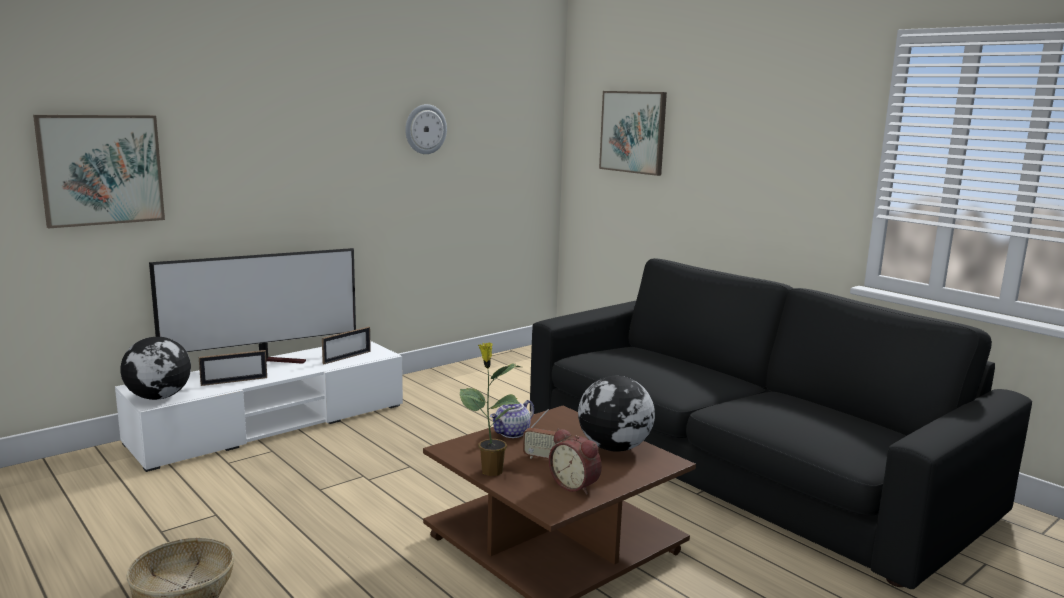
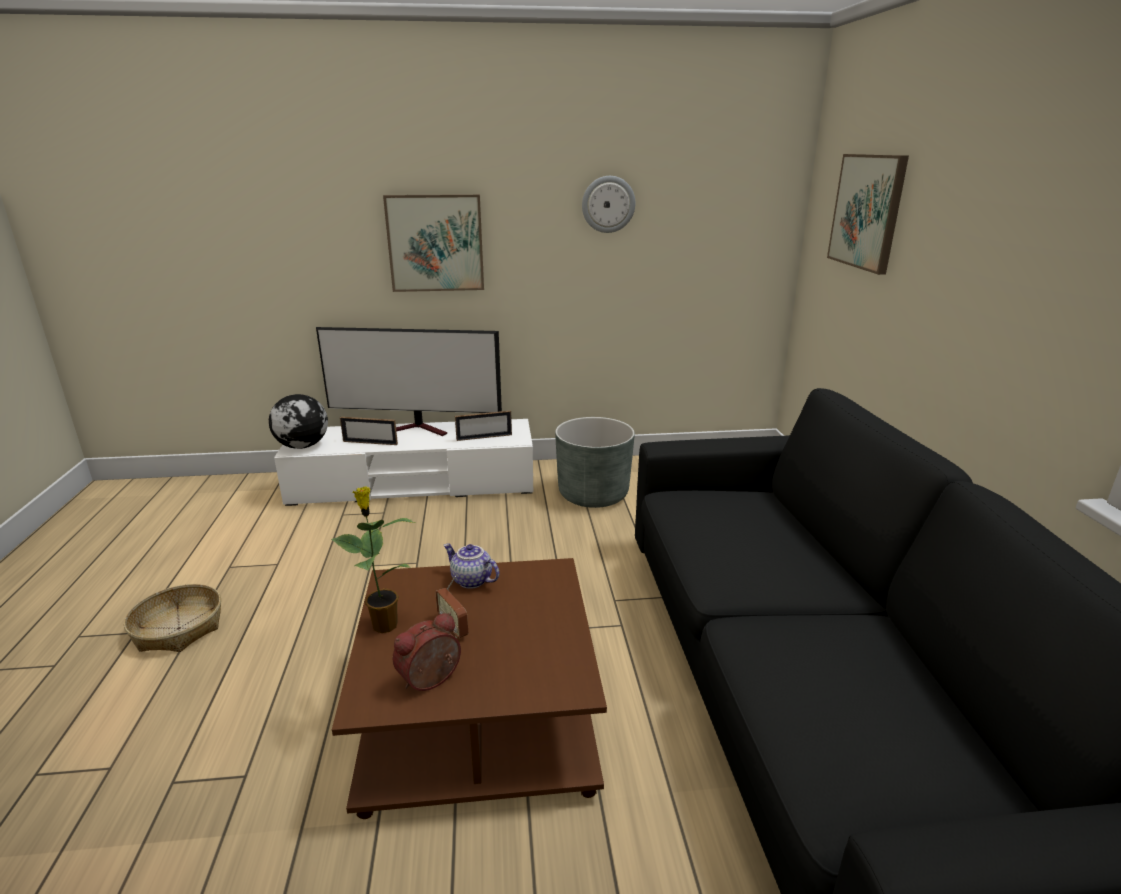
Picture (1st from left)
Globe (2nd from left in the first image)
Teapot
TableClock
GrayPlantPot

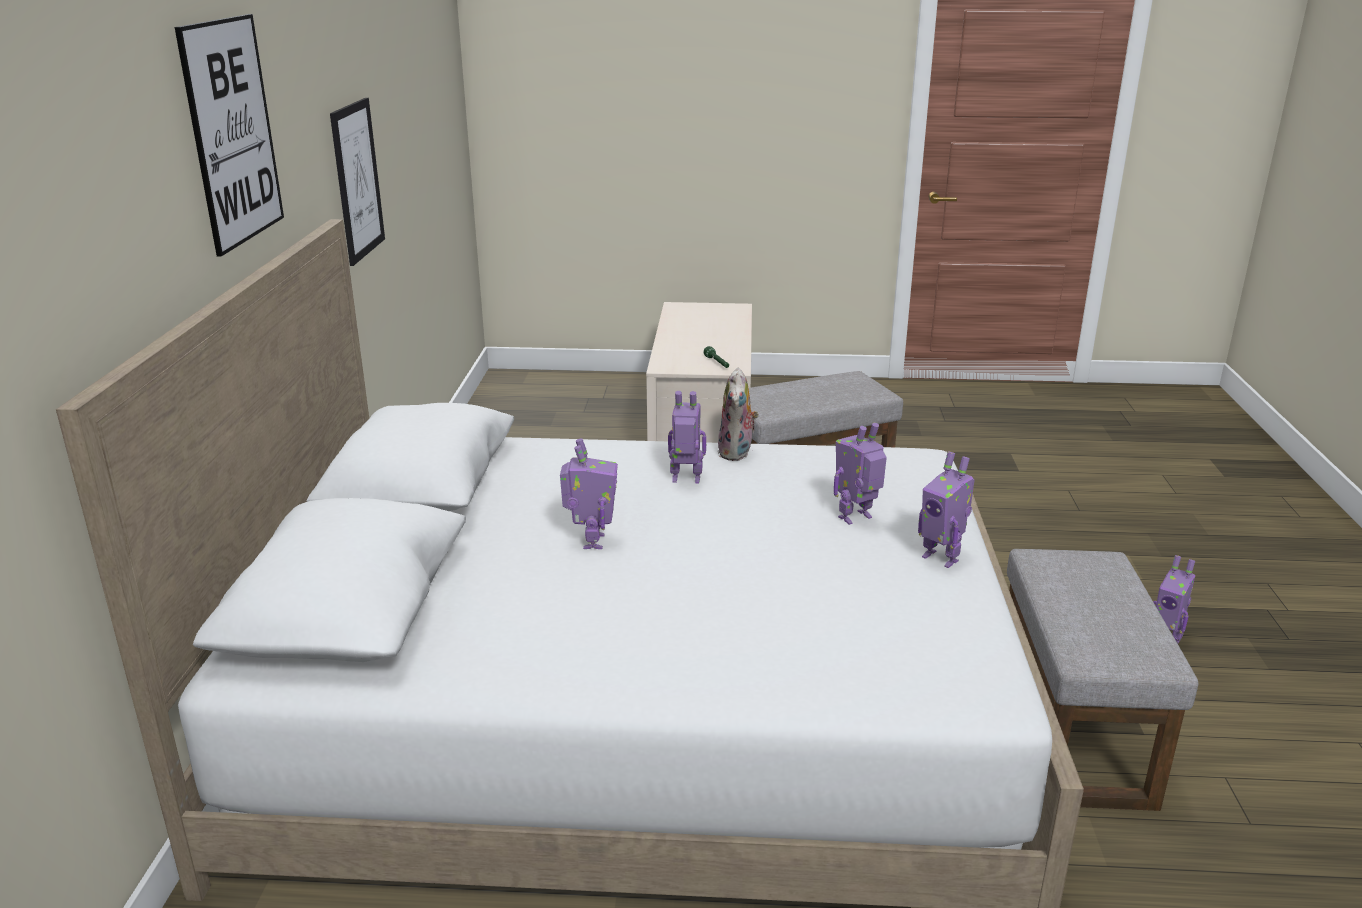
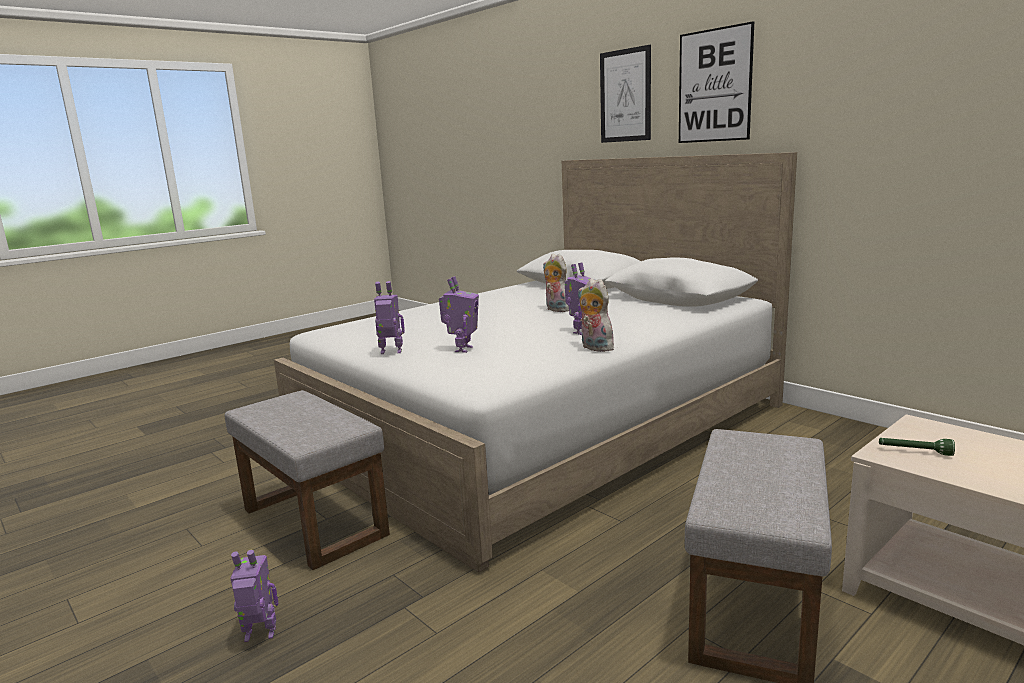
Picture (1st from left)
SoftToy (1st from left)

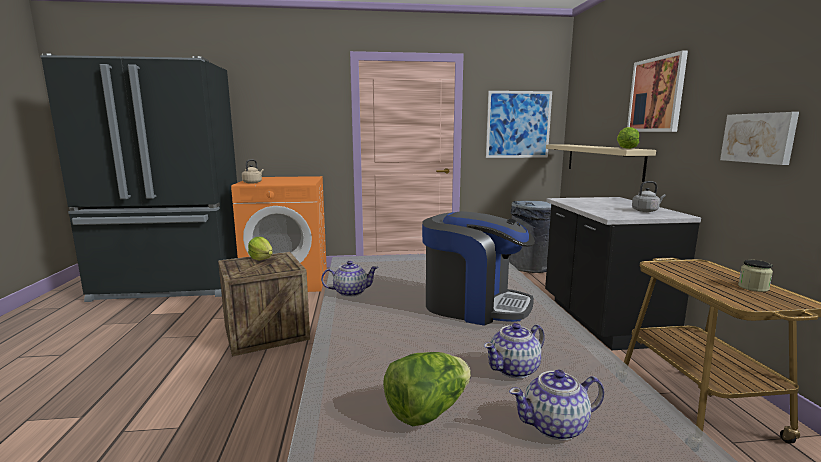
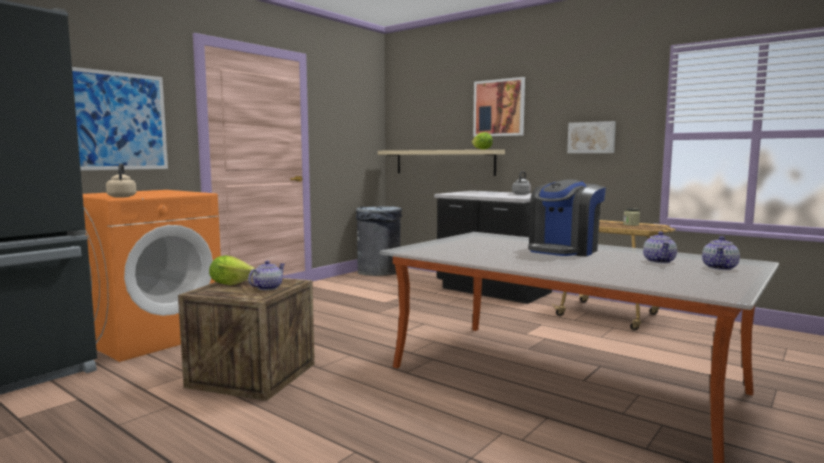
Picture (1st from left)
CoffeeBrewer
Teapot (1st from left)
Lettuce (2nd from left in the first image)

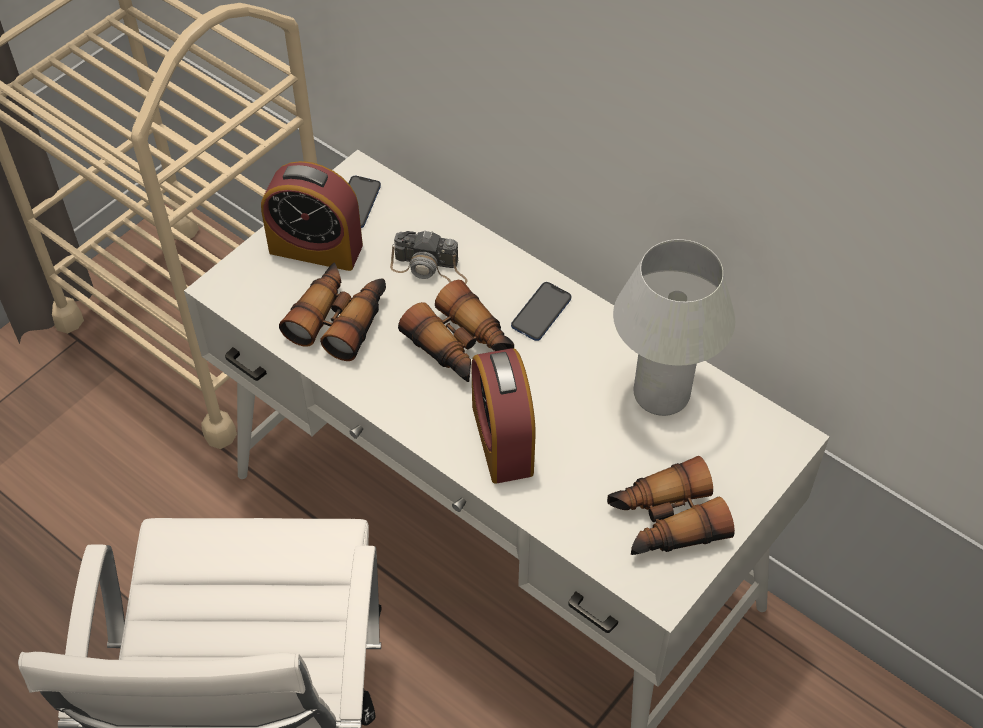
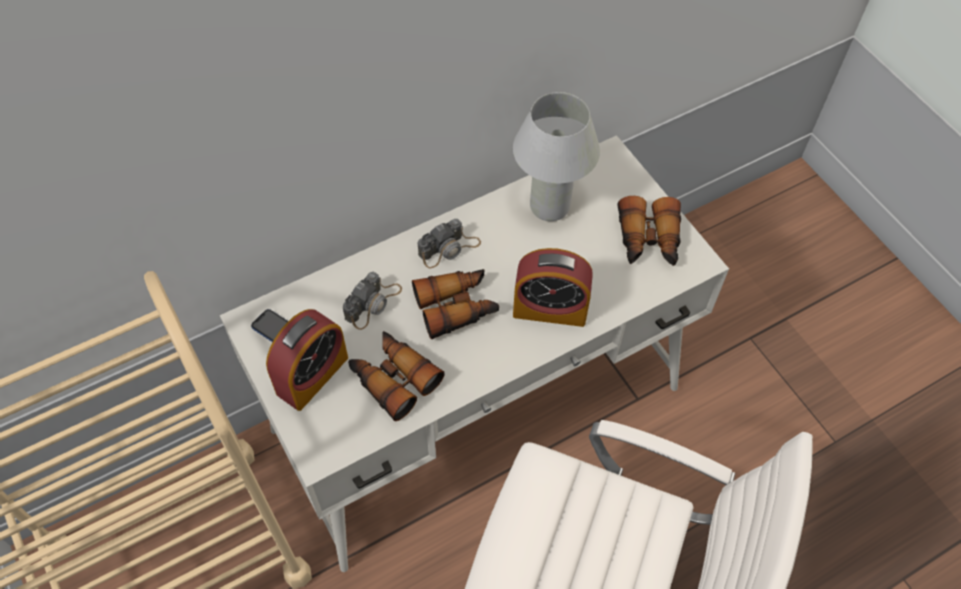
StillCamera (2nd from left)

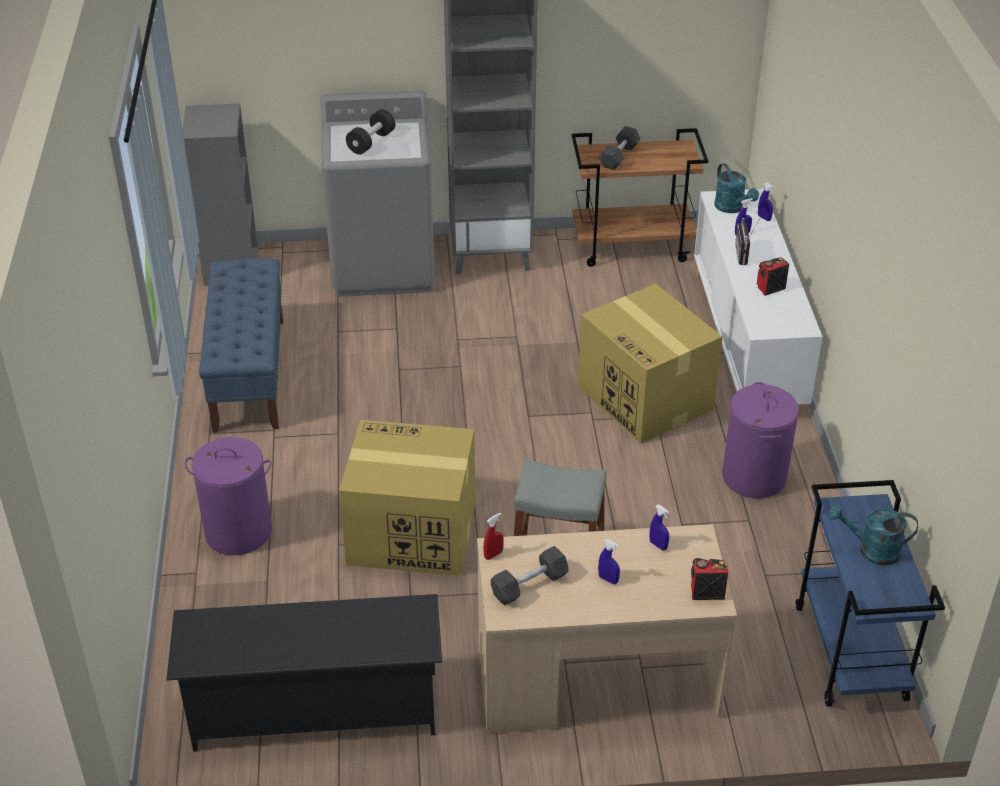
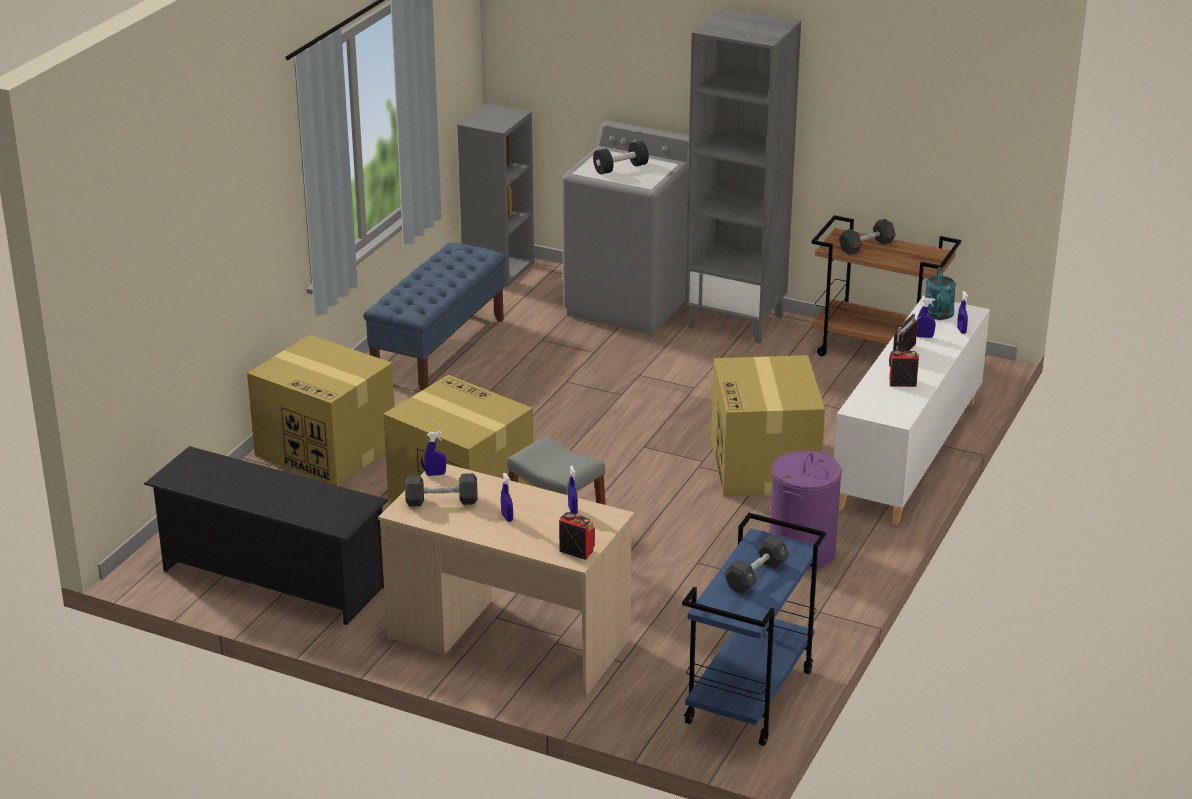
Carton (1st from left)
BlackDumbbell (3rd from left)
BluishHandSprayer (1st from left)

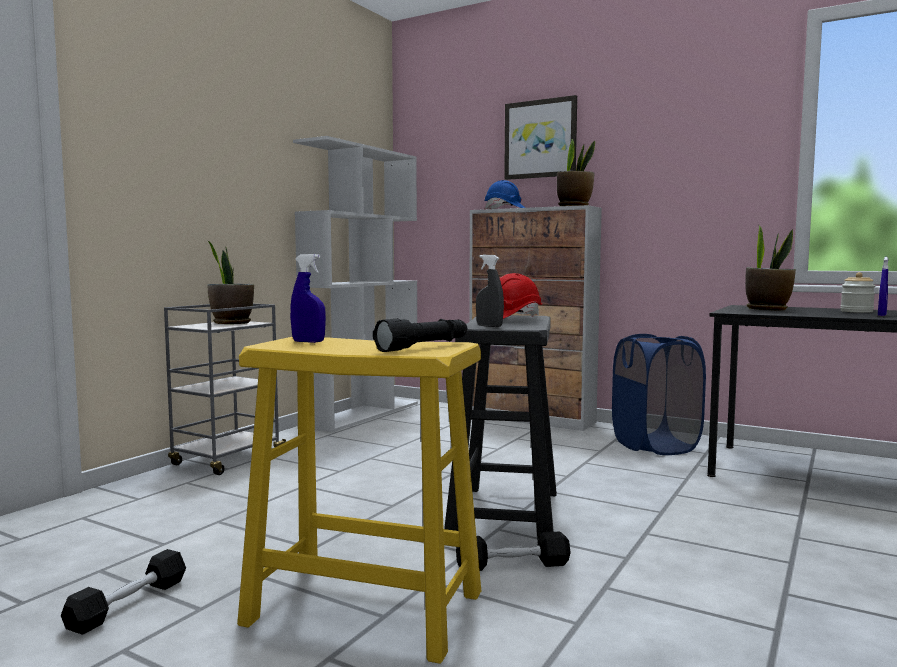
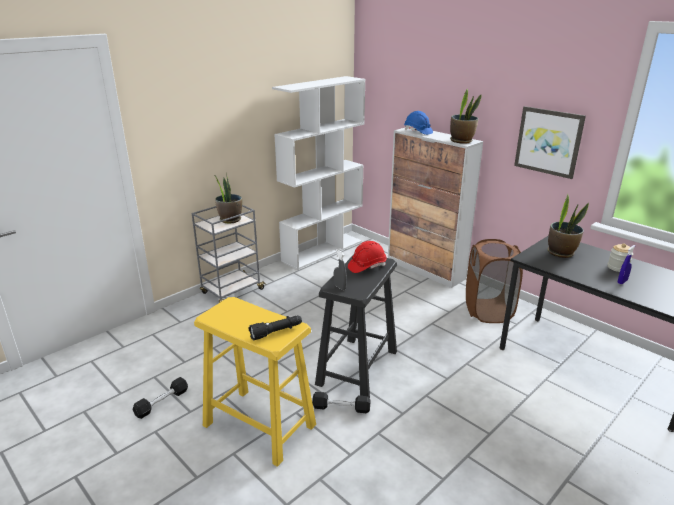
Picture
BluishHandSprayer (1st from left in the first image)
BrownishLaundryBasket

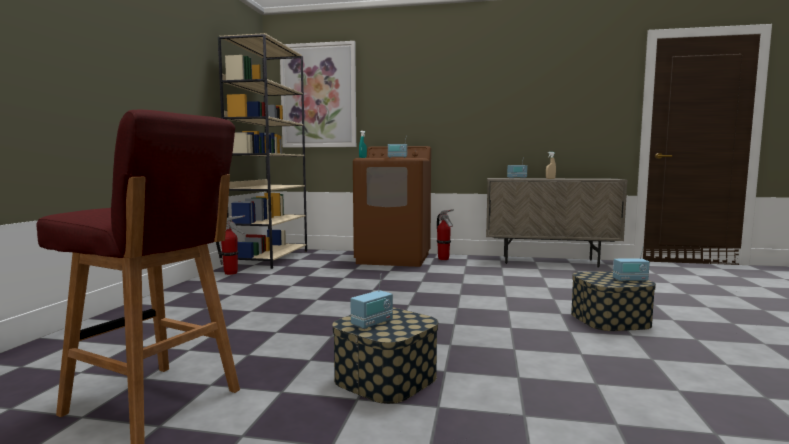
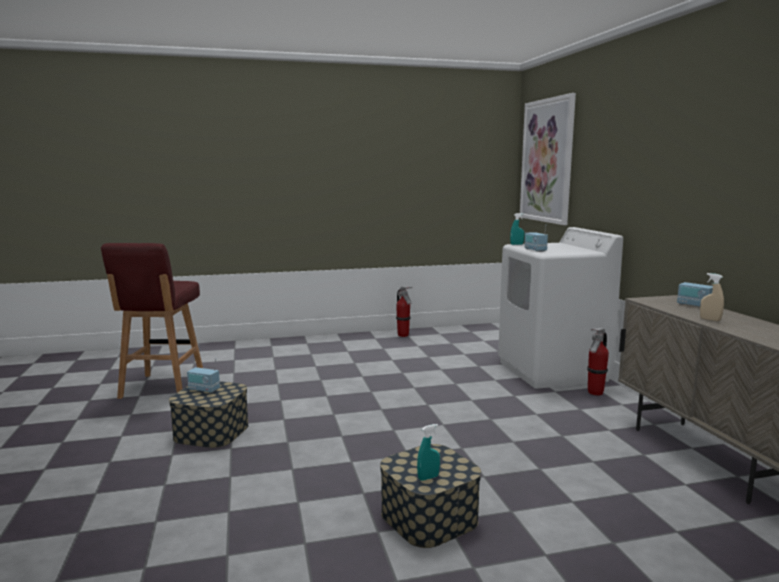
BeigeShelvingUnit
WhitishLaundryAppliance
TurquoiseColouredHandSprayer (1st from left)

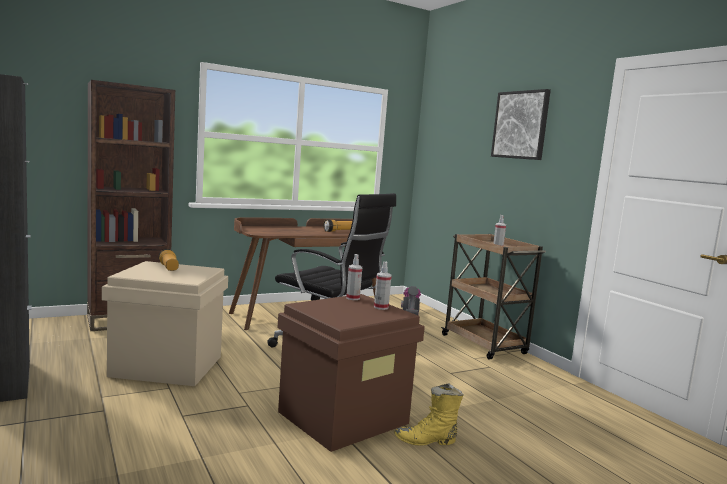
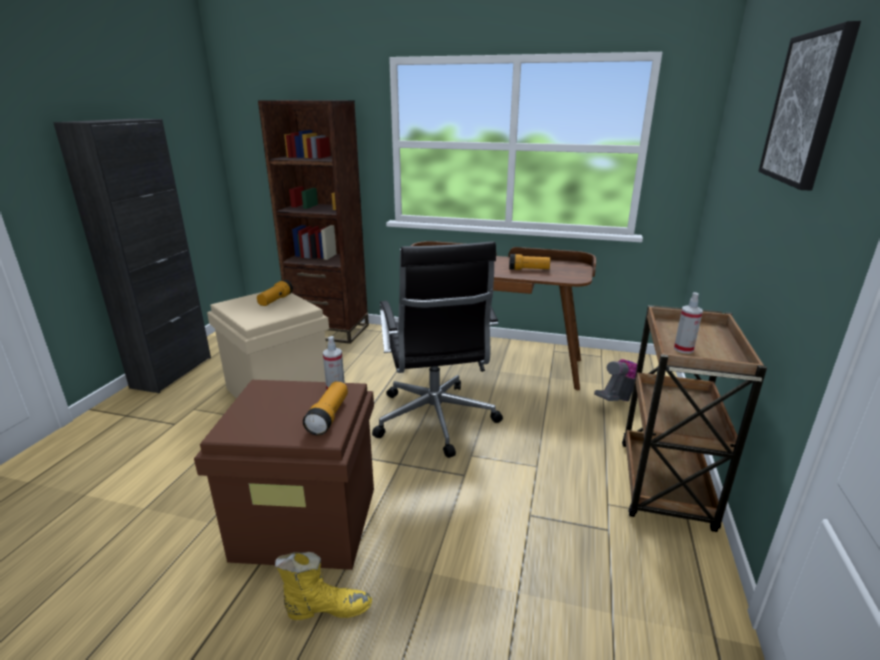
HandTorch (2nd from left)
YellowColouredBoot

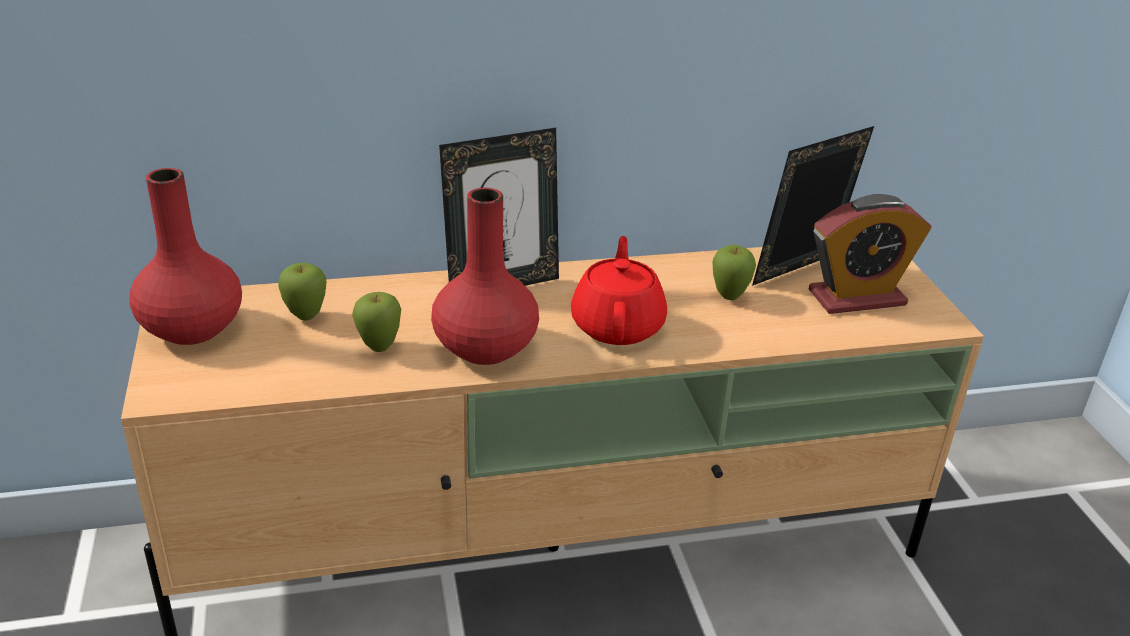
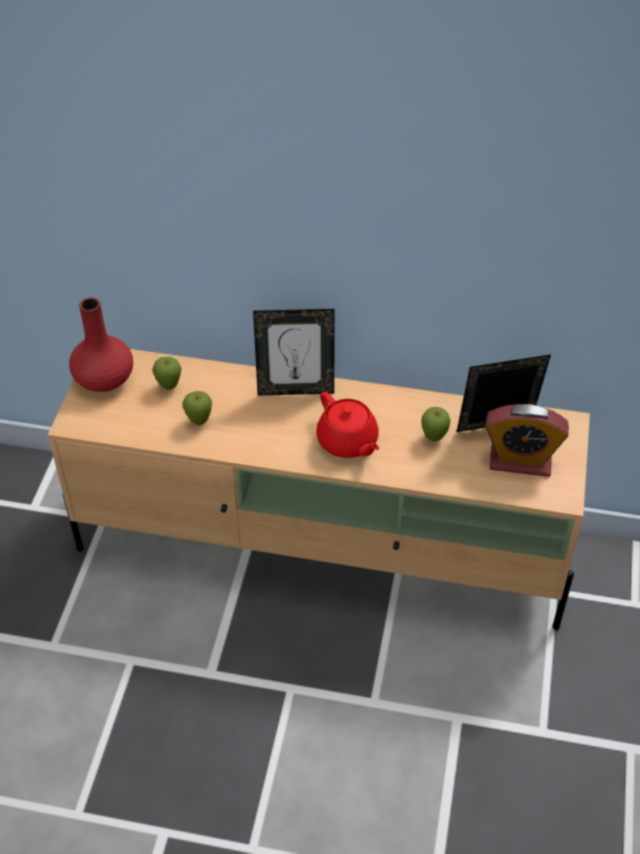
RedColouredFlowerVase (2nd from left in the first image)
RedColouredTeapot

